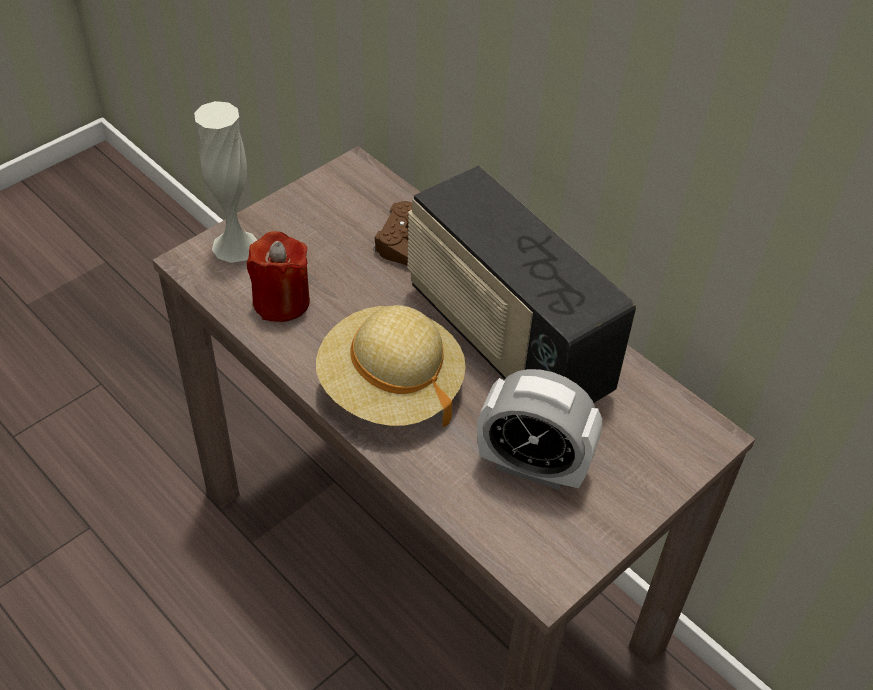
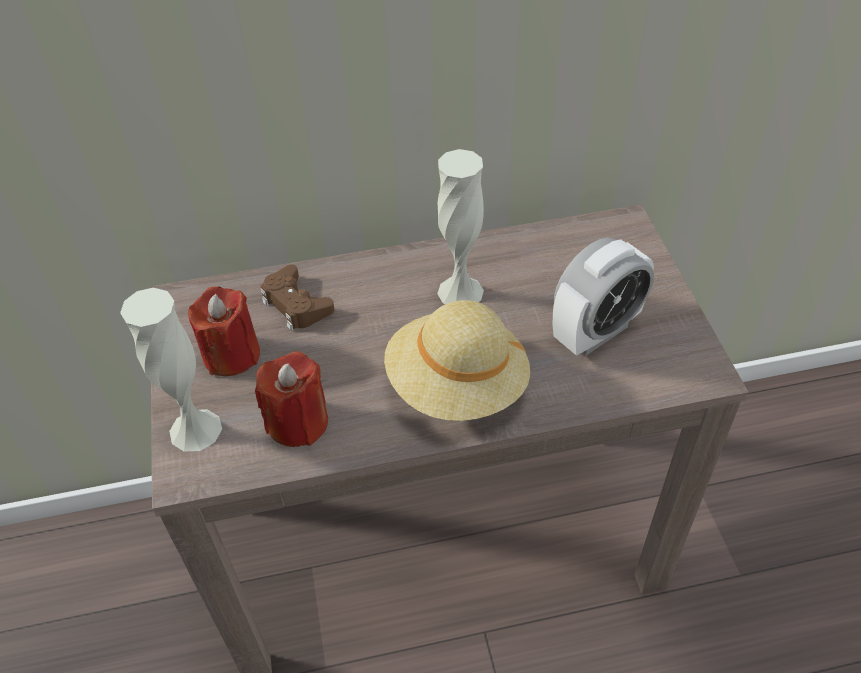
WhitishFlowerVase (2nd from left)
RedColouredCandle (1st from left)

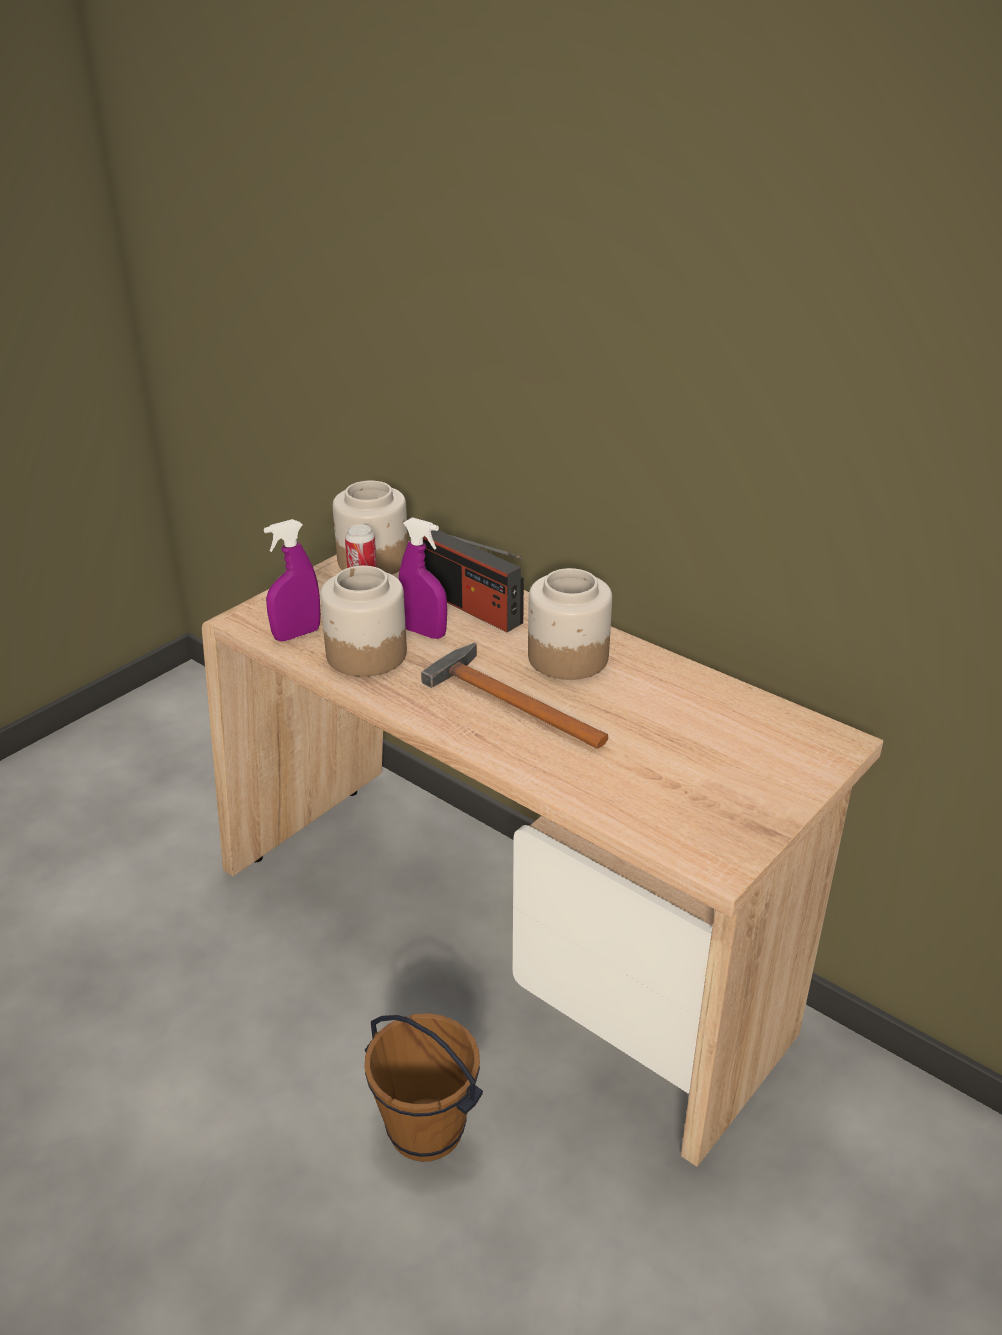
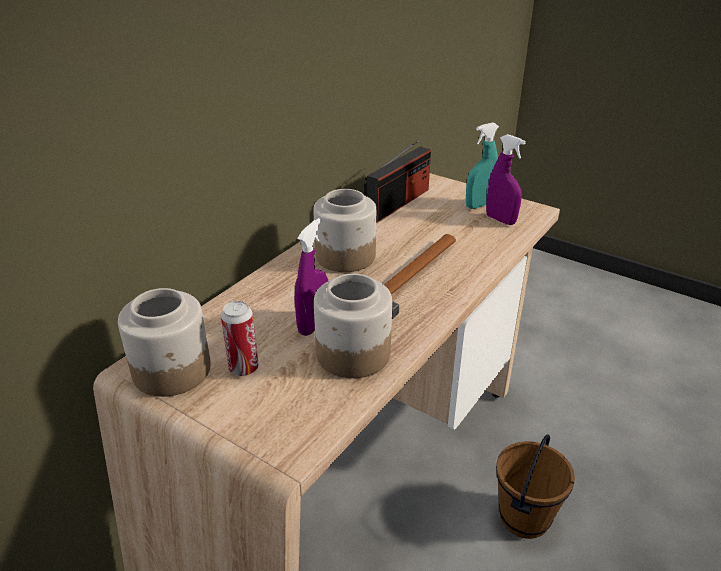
PurpleHandSprayer (2nd from left)
RadioSet
TurquoiseColouredHandSprayer

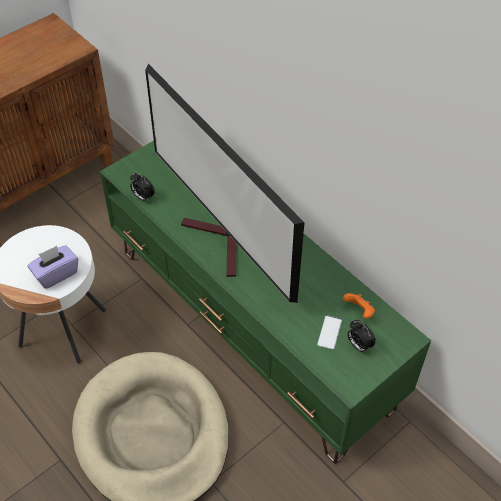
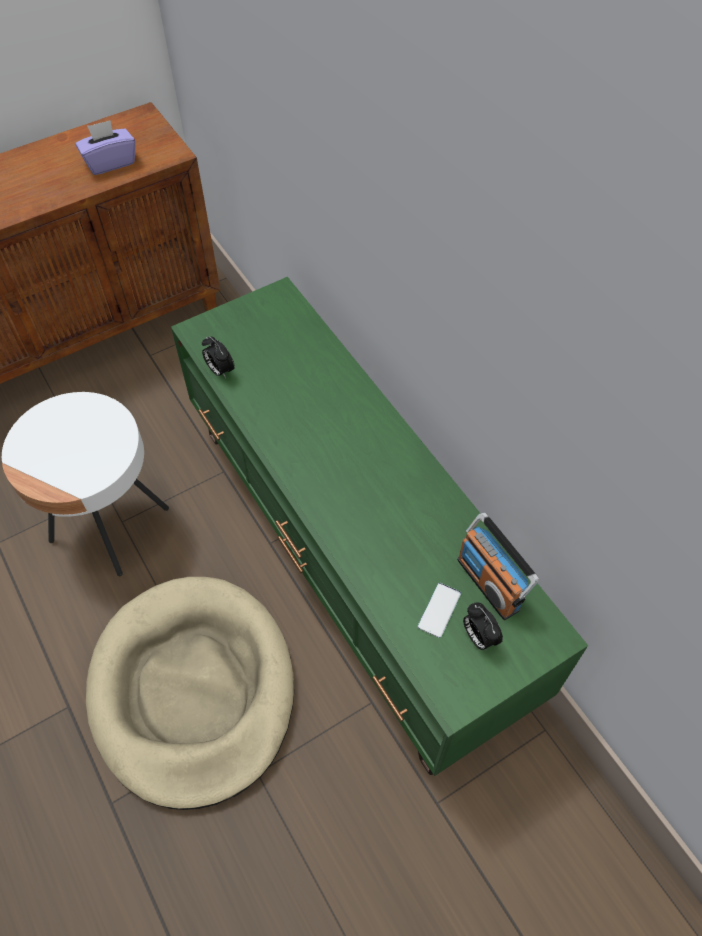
Television
PurpleBoxOfTissues
RadioSet

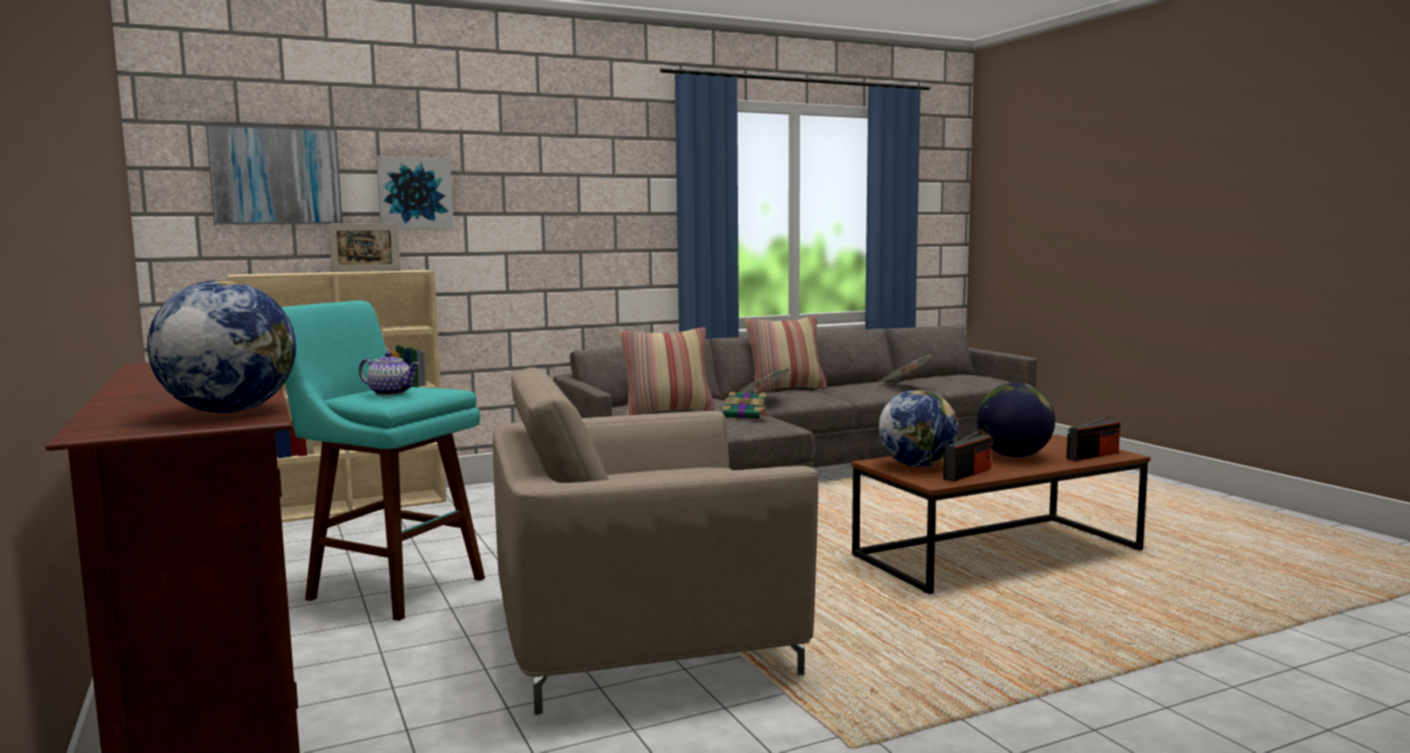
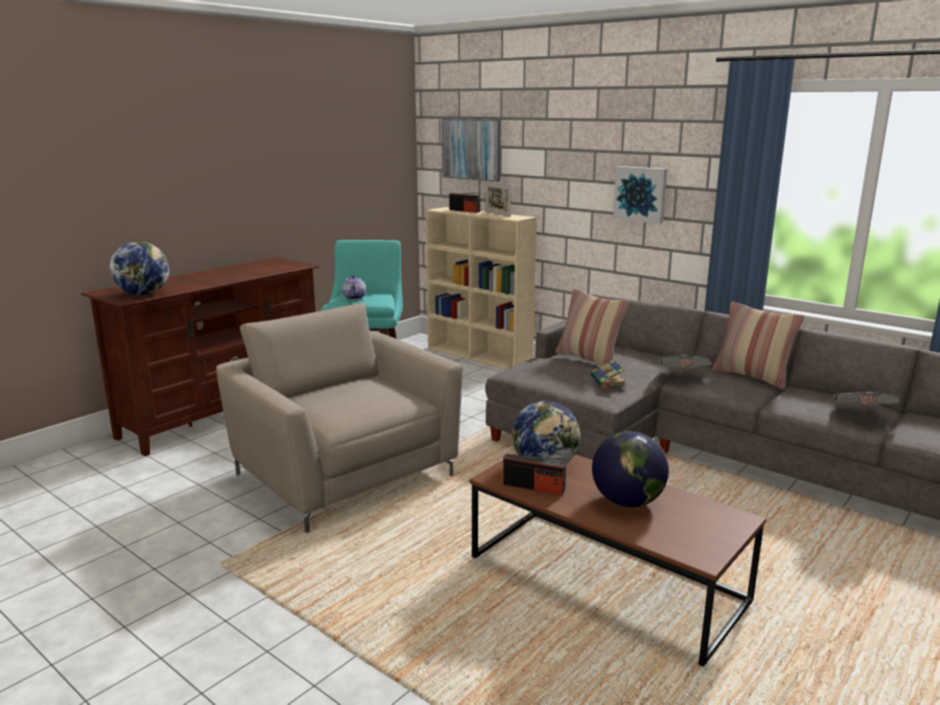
Picture (2nd from left)
RadioSet (1st from left)

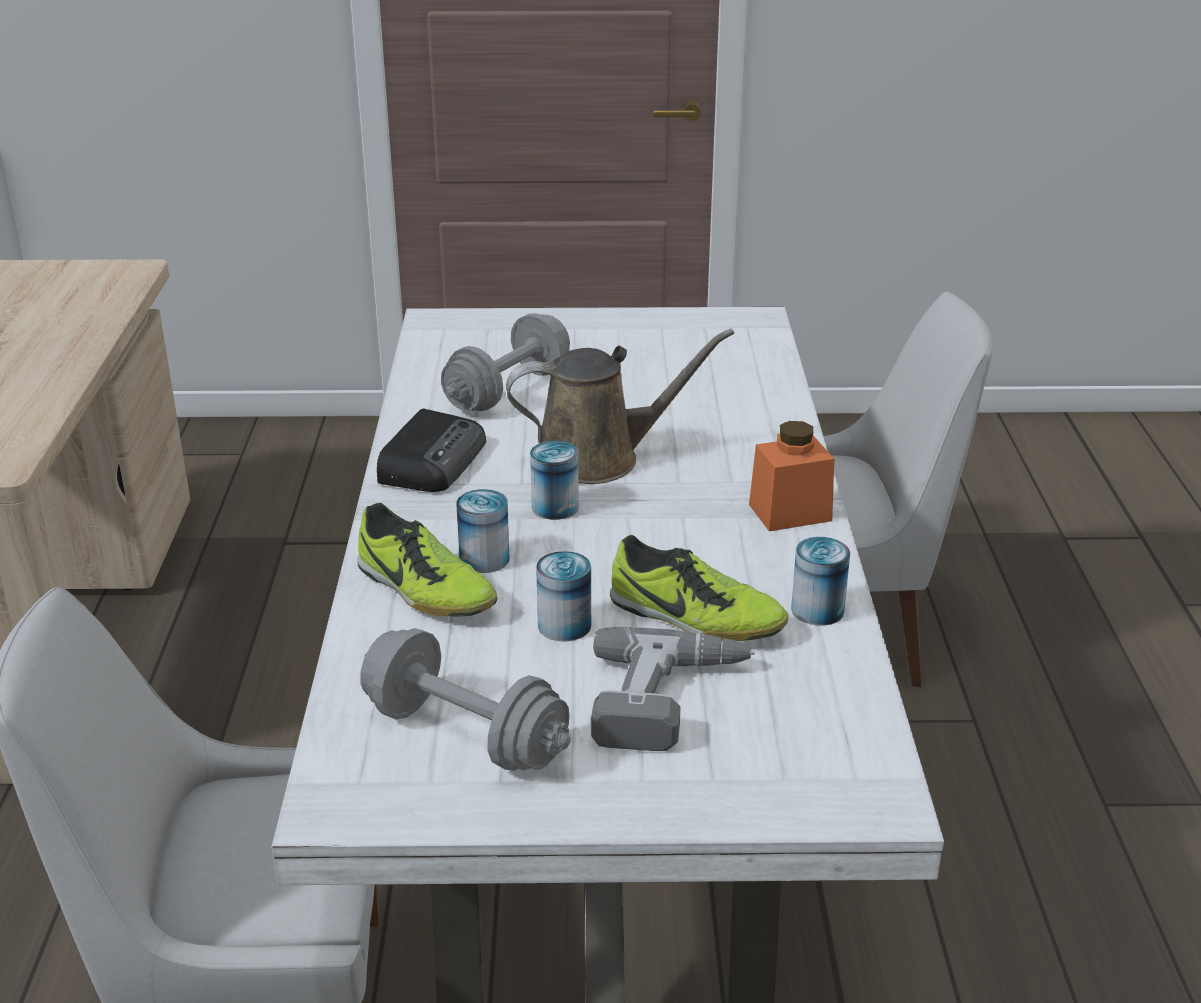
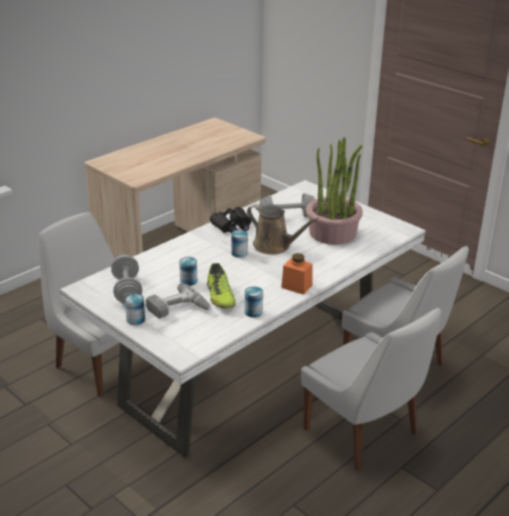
BlackFieldGlasses
Can (1st from left)
LowShoe (1st from left in the first image)
Houseplant
WhitishUprightChair (2nd from left)

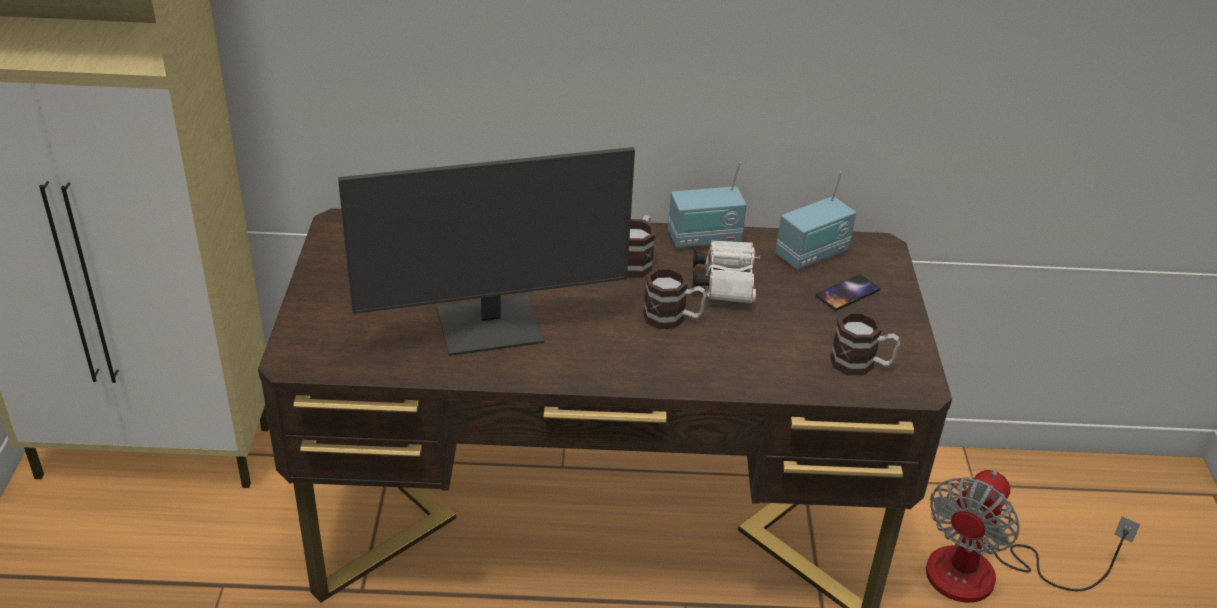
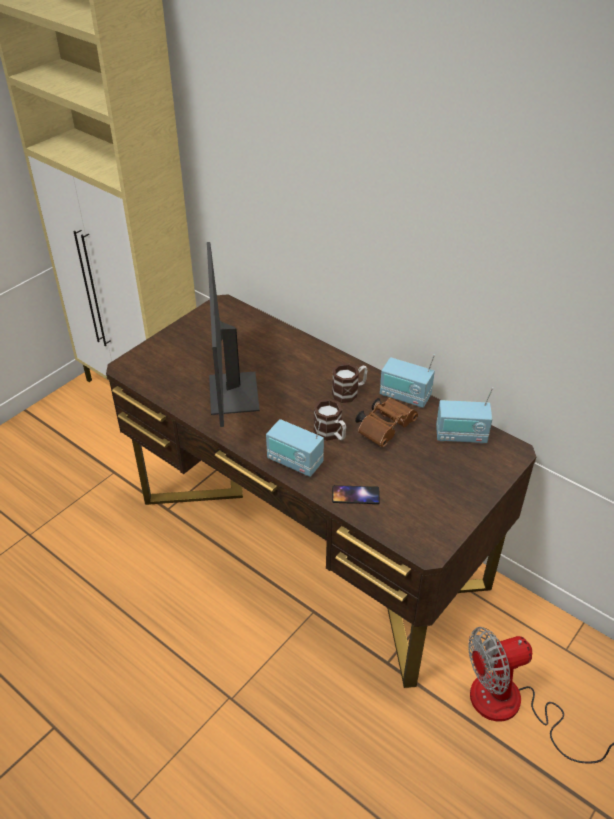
Monitor
BrownishFieldGlasses
Handset
CoffeeMug (3rd from left in the first image)
RadioSet (1st from left)

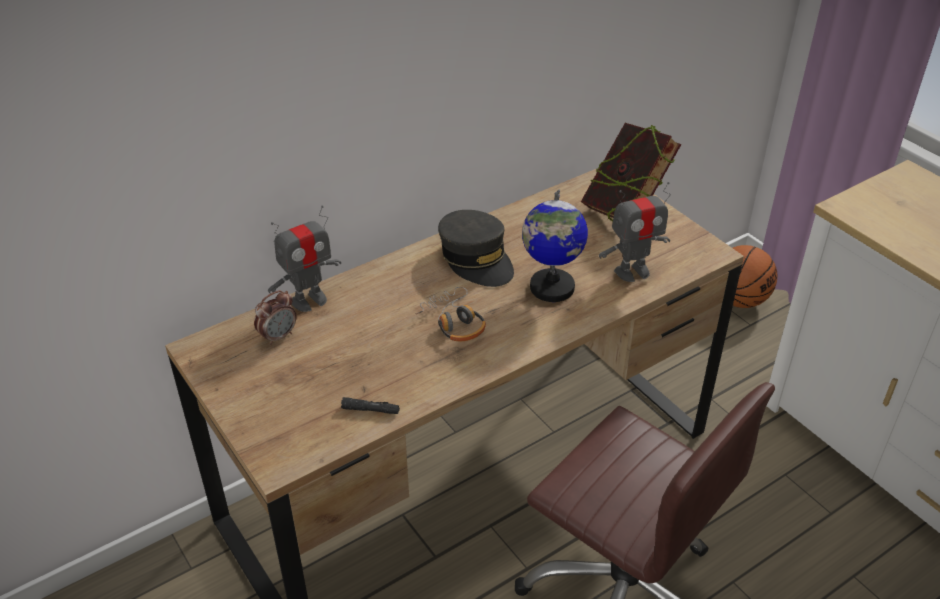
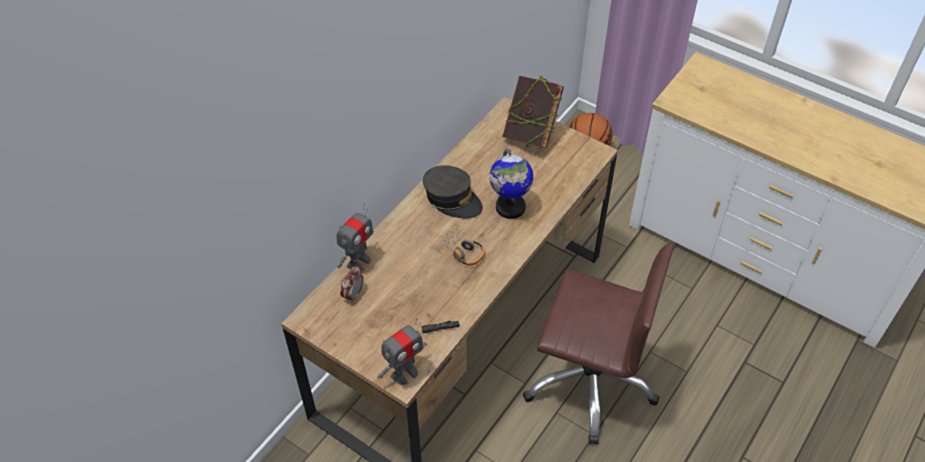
ToyRobot (2nd from left)

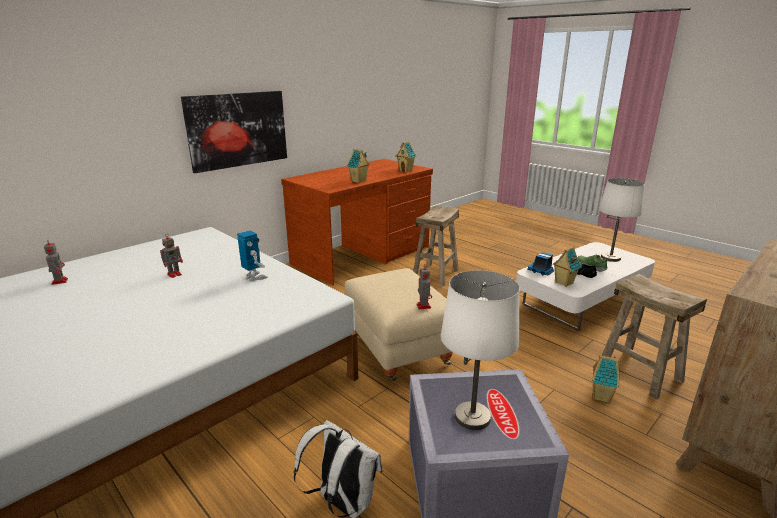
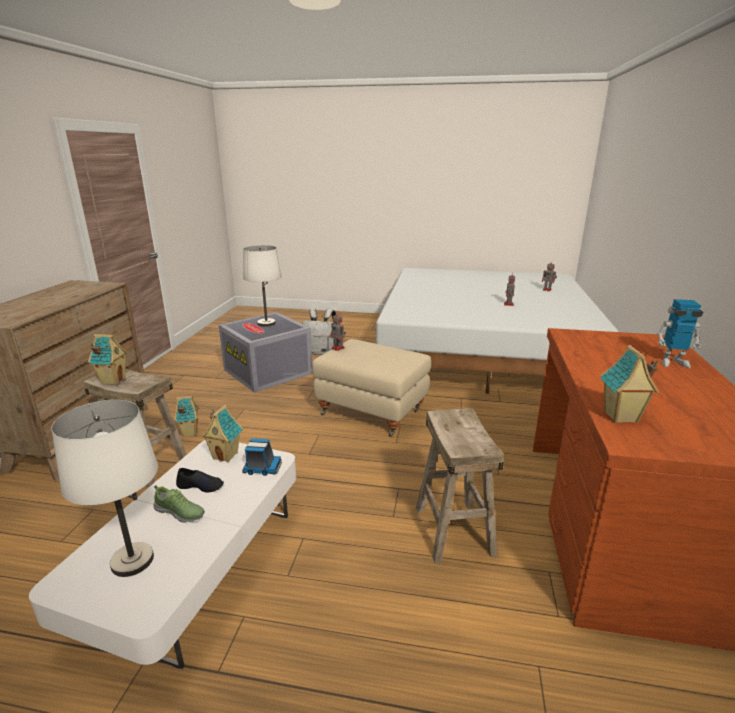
Picture
MiniatureHouse (1st from left)
ToyRobot (4th from left)

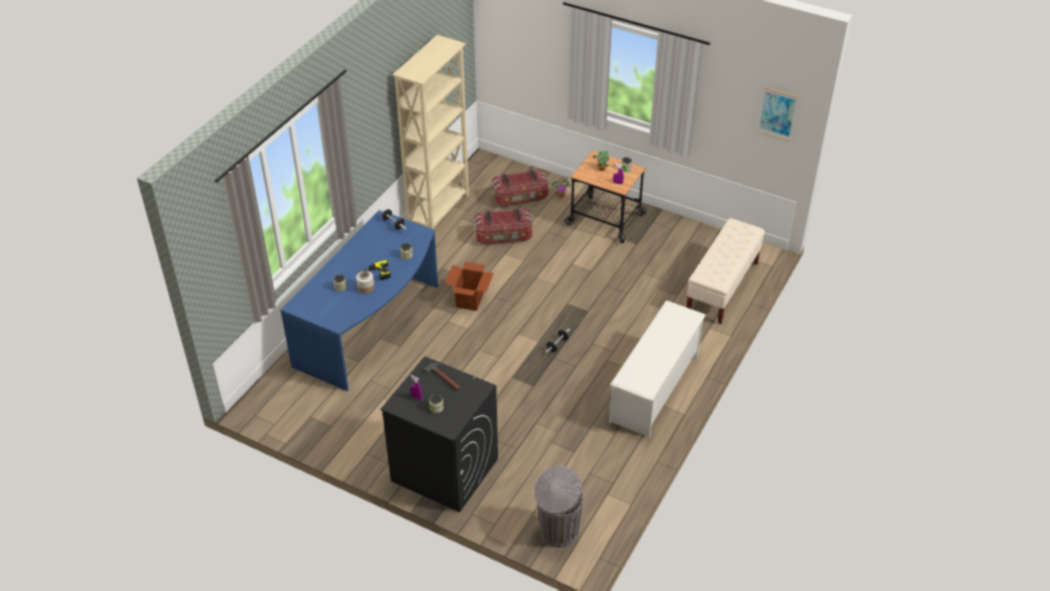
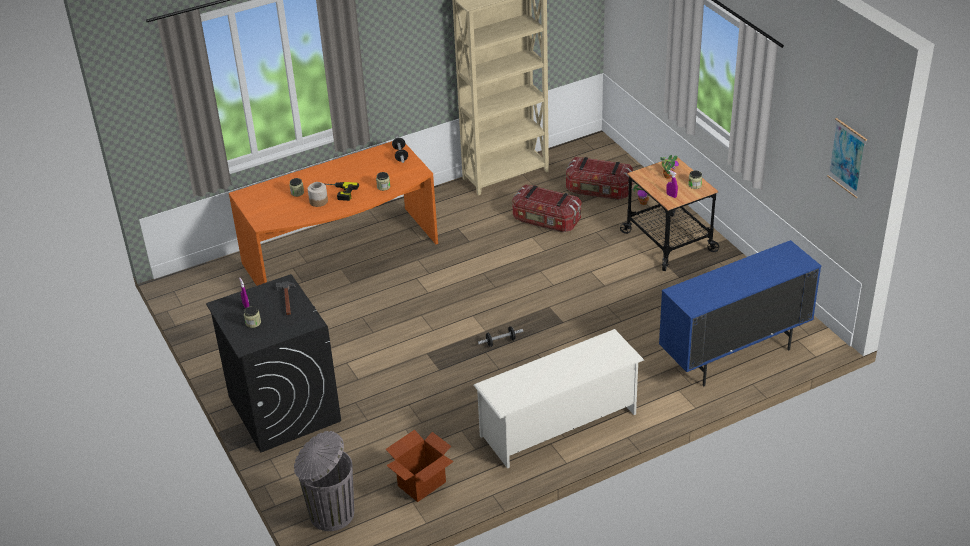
OrangeyDeskTable
BluishCabinet
Carton

